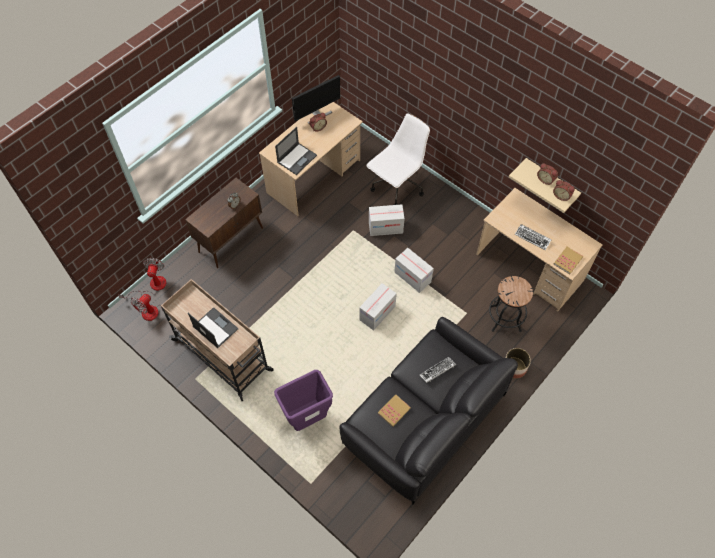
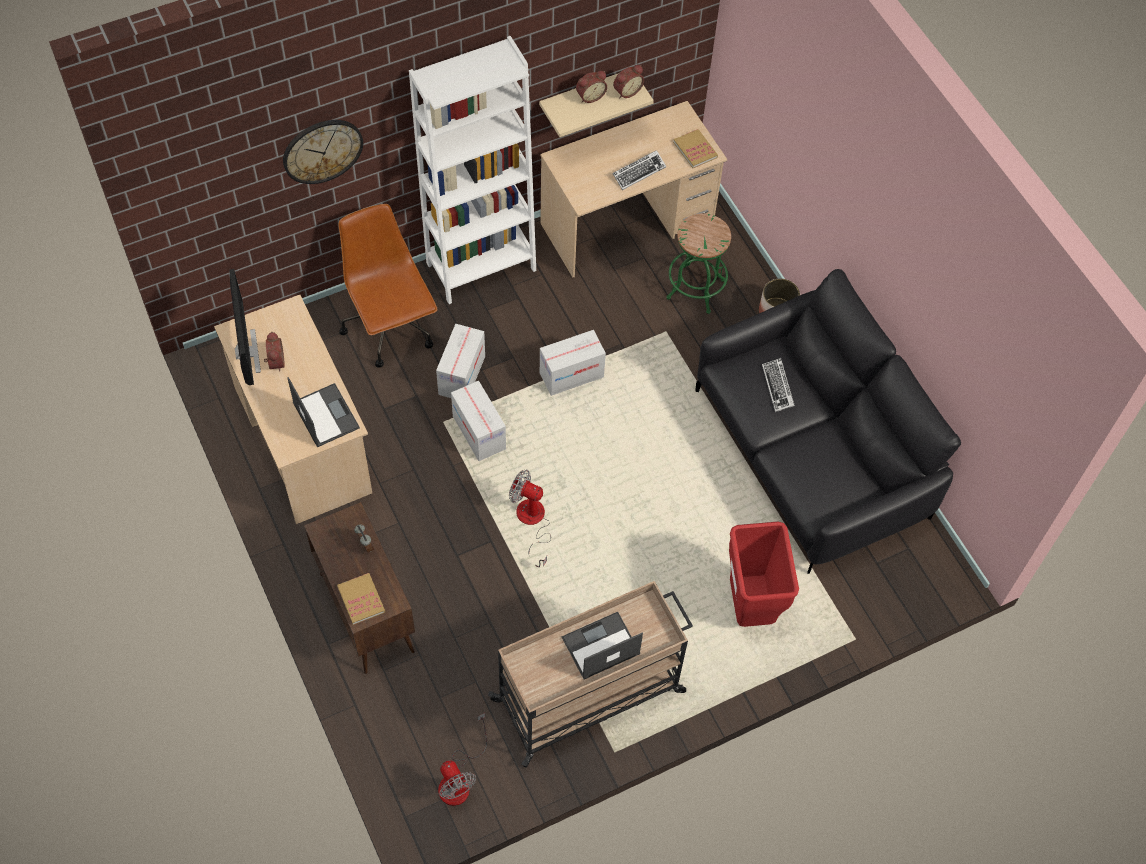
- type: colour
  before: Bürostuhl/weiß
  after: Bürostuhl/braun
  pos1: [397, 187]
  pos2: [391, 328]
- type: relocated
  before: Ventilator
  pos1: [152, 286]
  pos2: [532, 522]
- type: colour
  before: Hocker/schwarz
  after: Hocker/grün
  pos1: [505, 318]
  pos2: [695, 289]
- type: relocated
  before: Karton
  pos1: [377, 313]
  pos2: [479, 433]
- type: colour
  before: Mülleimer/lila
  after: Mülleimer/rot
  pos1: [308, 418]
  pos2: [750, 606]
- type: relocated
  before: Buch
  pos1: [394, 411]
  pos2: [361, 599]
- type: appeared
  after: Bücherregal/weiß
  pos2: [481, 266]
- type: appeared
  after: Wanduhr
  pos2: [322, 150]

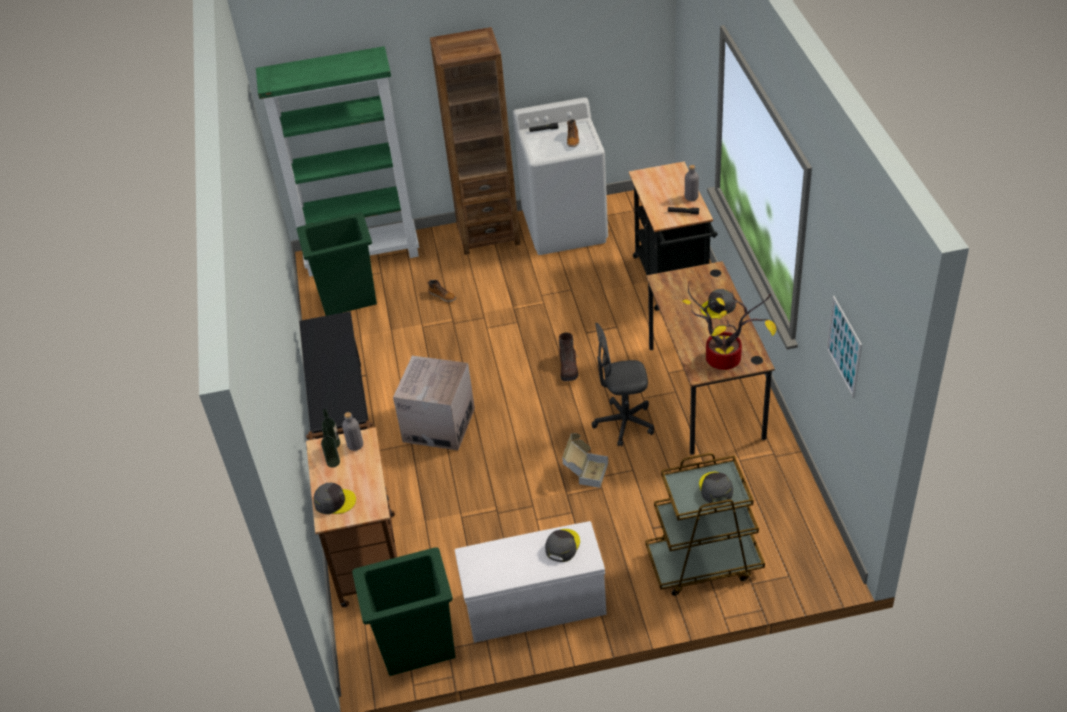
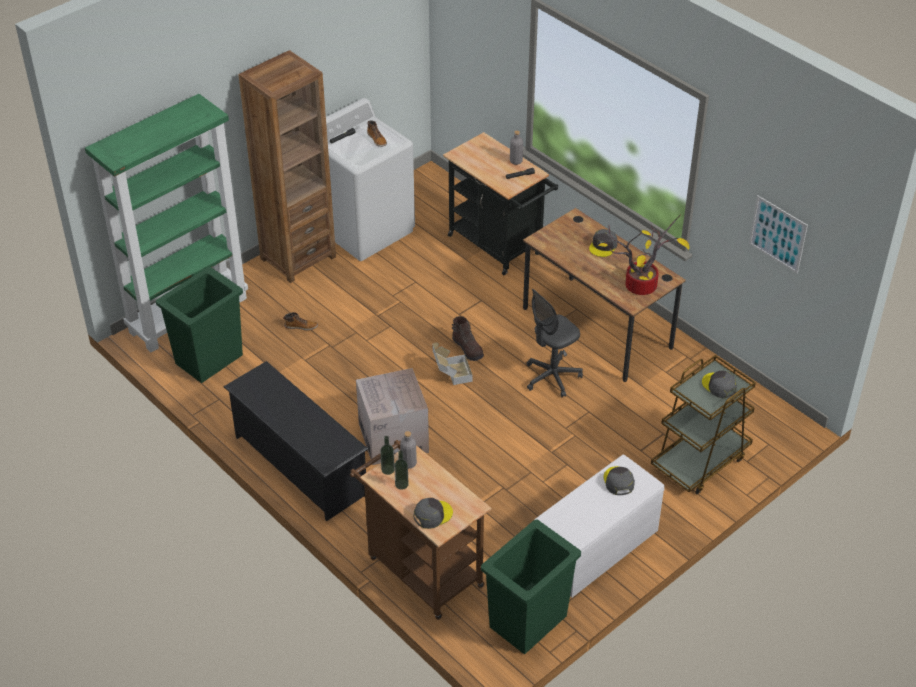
- type: relocated
  before: Karton
  pos1: [585, 472]
  pos2: [451, 374]

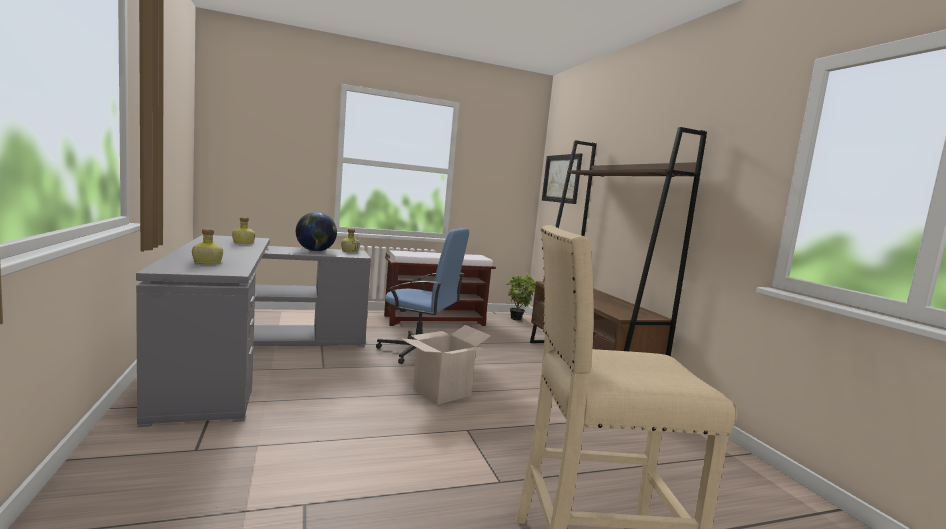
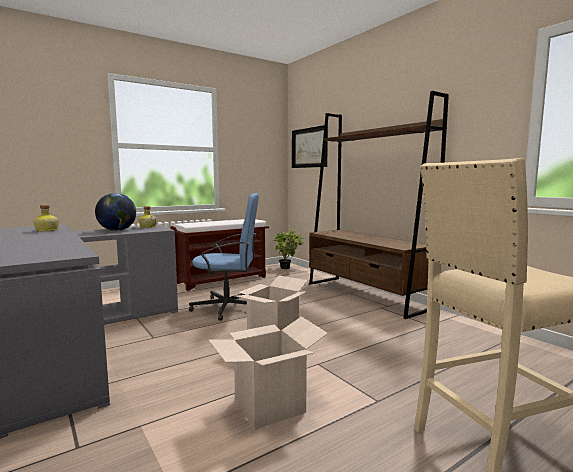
- type: missing
  before: Flasche
  pos1: [206, 262]
- type: appeared
  after: Karton
  pos2: [269, 406]

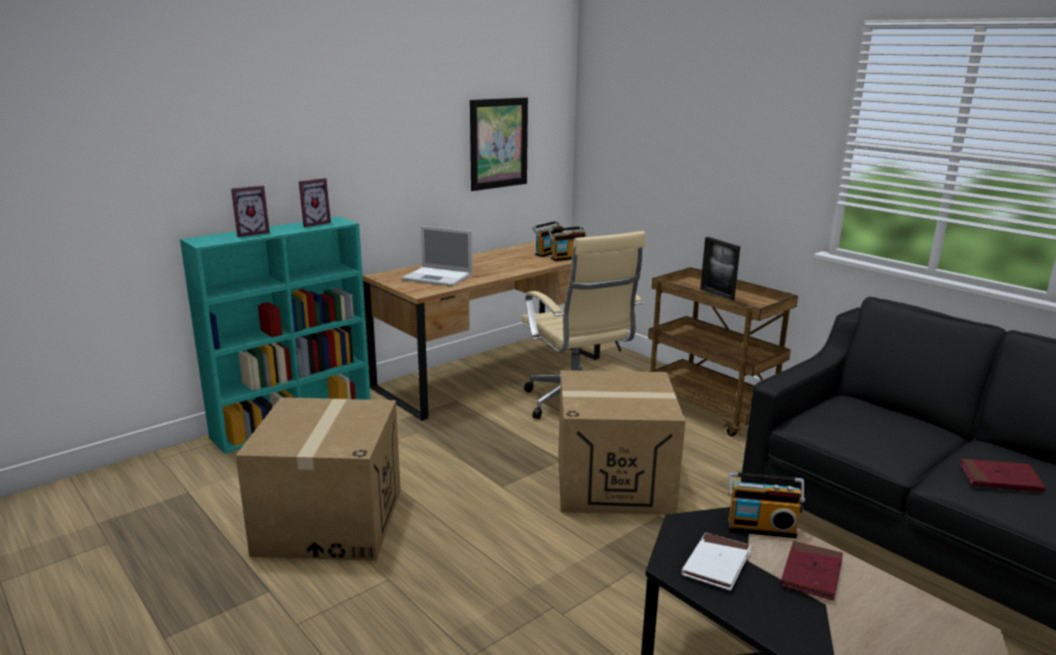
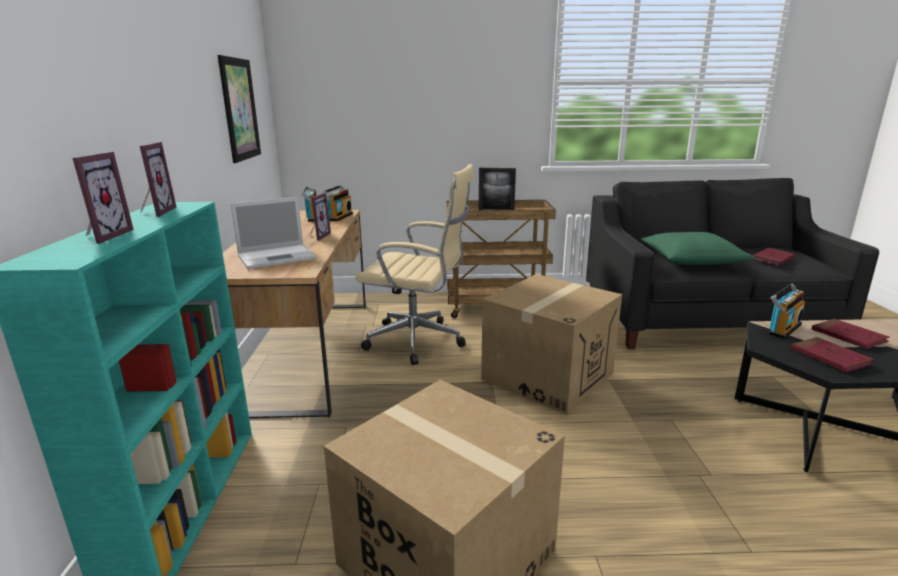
- type: colour
  before: Buch/weiß
  after: Buch/rot
  pos1: [716, 564]
  pos2: [829, 357]
- type: appeared
  after: Bilderrahmen
  pos2: [317, 236]
- type: appeared
  after: Kissen/grün
  pos2: [691, 260]

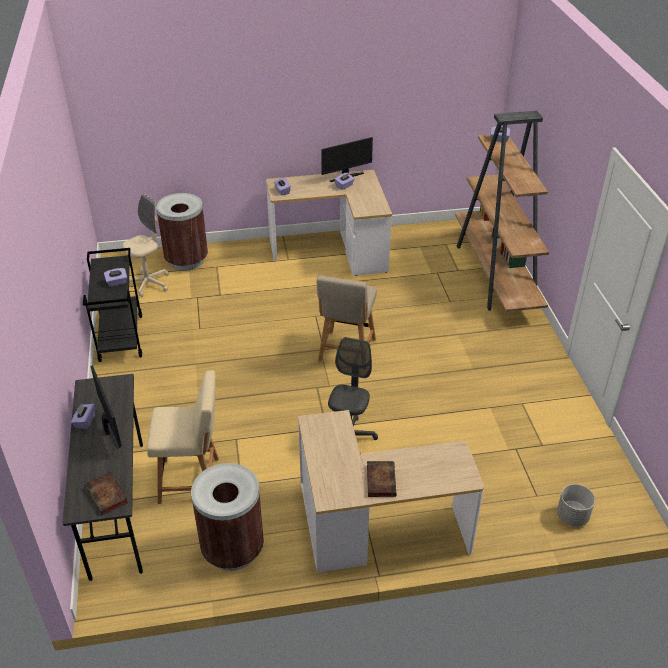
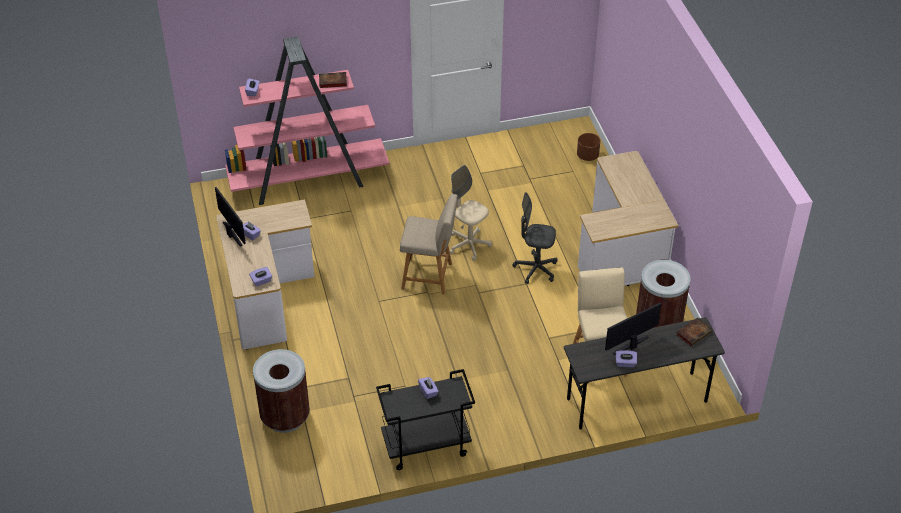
- type: colour
  before: Bücherregal/braun
  after: Bücherregal/rosa
  pos1: [496, 275]
  pos2: [309, 180]
- type: relocated
  before: Bürostuhl/beige
  pos1: [149, 284]
  pos2: [469, 245]
- type: relocated
  before: Buch
  pos1: [380, 480]
  pos2: [332, 82]
- type: colour
  before: Pflanzkübel/grau
  after: Pflanzkübel/braun
  pos1: [572, 516]
  pos2: [587, 156]

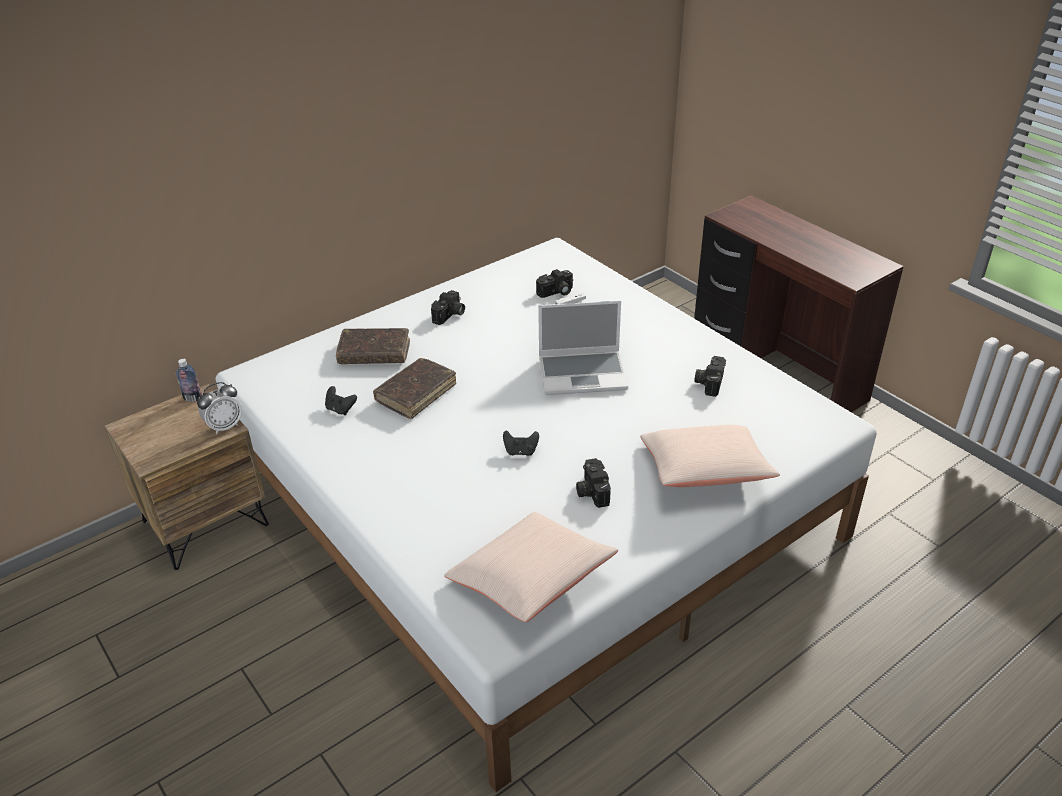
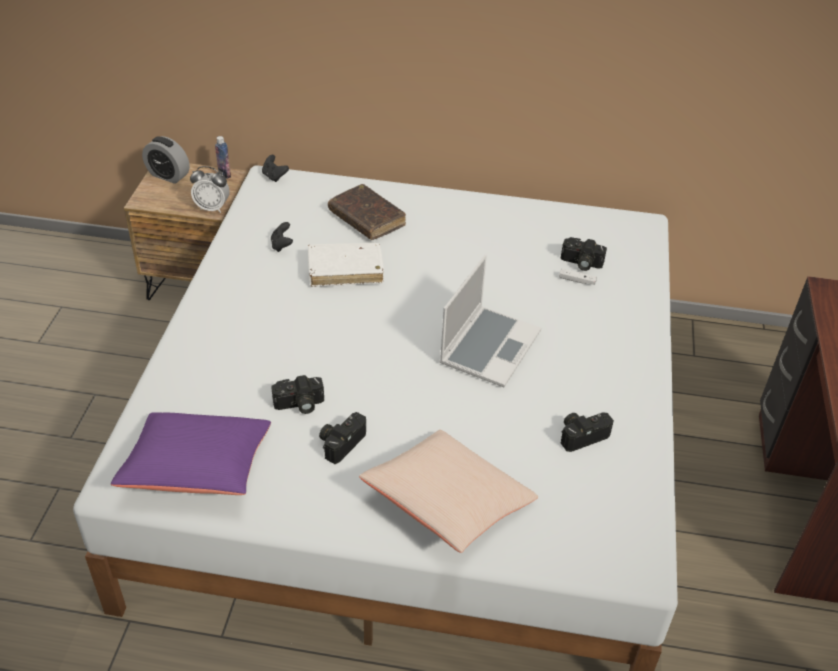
- type: relocated
  before: Kamera
  pos1: [450, 315]
  pos2: [299, 405]
- type: spun
  before: Laptop
  pos1: [583, 373]
  pos2: [489, 346]
  turn: -105
- type: colour
  before: Buch/braun
  after: Buch/weiß
  pos1: [416, 394]
  pos2: [345, 270]
- type: relocated
  before: Gamepad/schwarz
  pos1: [521, 451]
  pos2: [274, 176]
- type: colour
  before: Kissen/beige
  after: Kissen/lila
  pos1: [531, 580]
  pos2: [198, 468]
- type: appeared
  after: Wecker
  pos2: [168, 175]

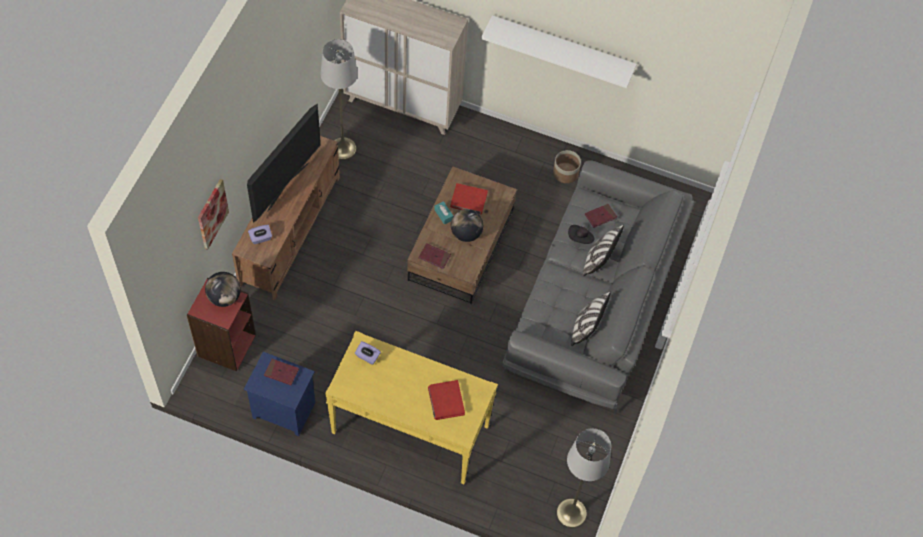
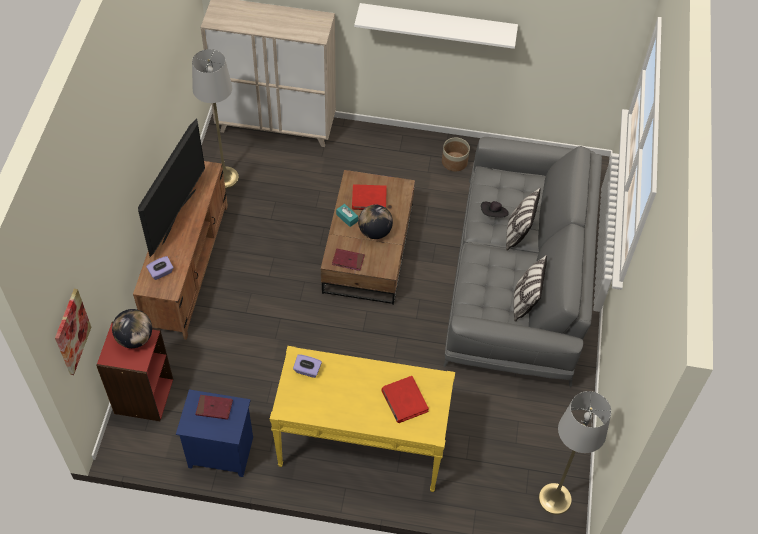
- type: relocated
  before: Bild
  pos1: [212, 214]
  pos2: [71, 332]
- type: missing
  before: Buch/rot
  pos1: [600, 216]

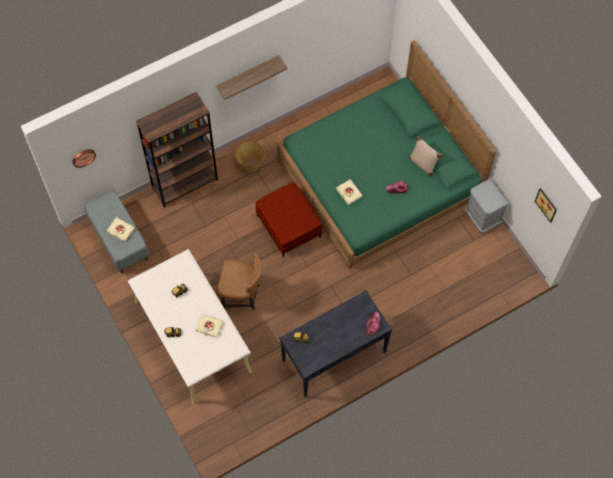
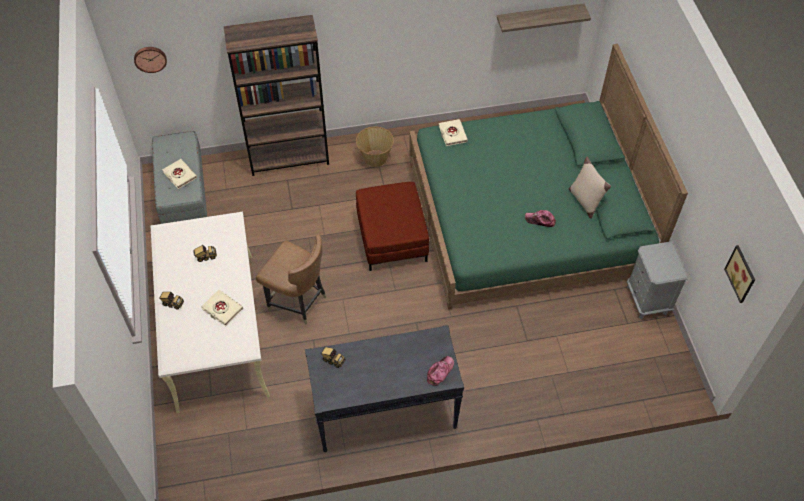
- type: relocated
  before: Wandregal
  pos1: [247, 75]
  pos2: [539, 17]
- type: relocated
  before: Buch/beige
  pos1: [349, 193]
  pos2: [452, 134]

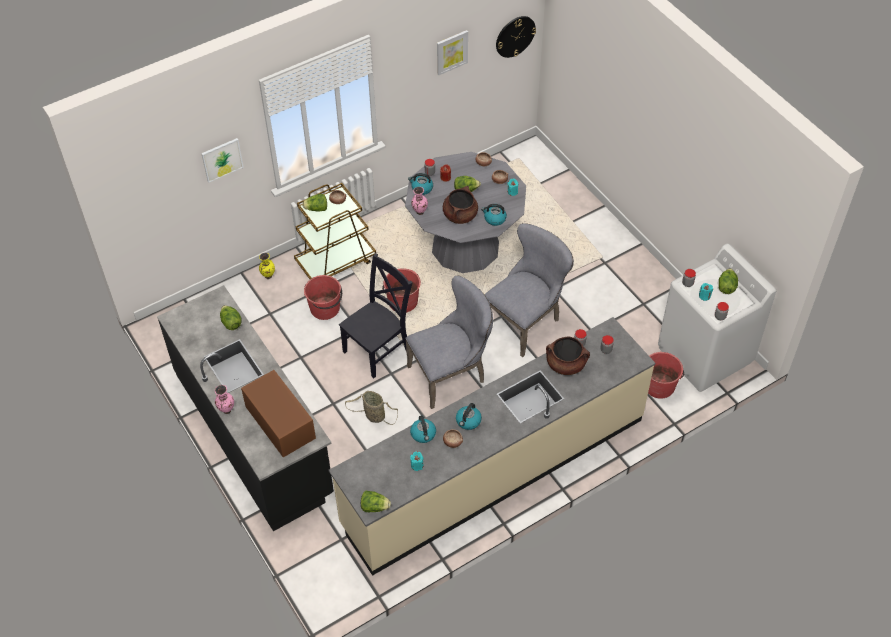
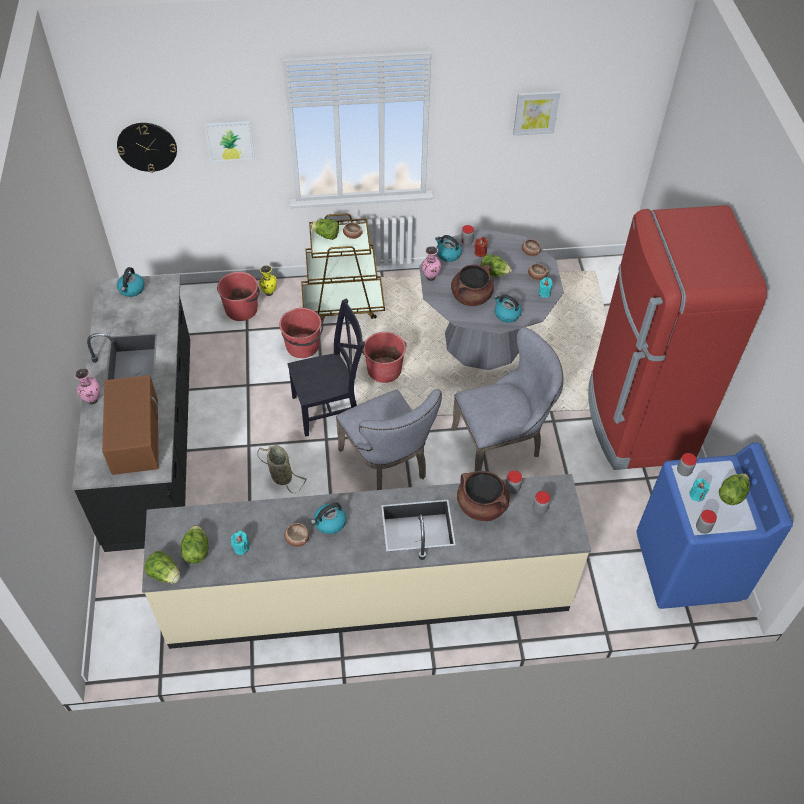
- type: relocated
  before: Wanduhr
  pos1: [515, 36]
  pos2: [147, 146]
- type: colour
  before: Waschmaschine/weiß
  after: Waschmaschine/blau
  pos1: [705, 355]
  pos2: [688, 567]
- type: spun
  before: Stuhl/grau
  pos1: [451, 374]
  pos2: [387, 466]
  turn: 60
- type: relocated
  before: Salatkopf
  pos1: [231, 323]
  pos2: [196, 551]
- type: relocated
  before: Eimer/rot
  pos1: [659, 385]
  pos2: [242, 309]
- type: relocated
  before: Wasserkessel
  pos1: [423, 434]
  pos2: [132, 289]
- type: appeared
  after: Kühlschrank/rot
  pos2: [637, 423]

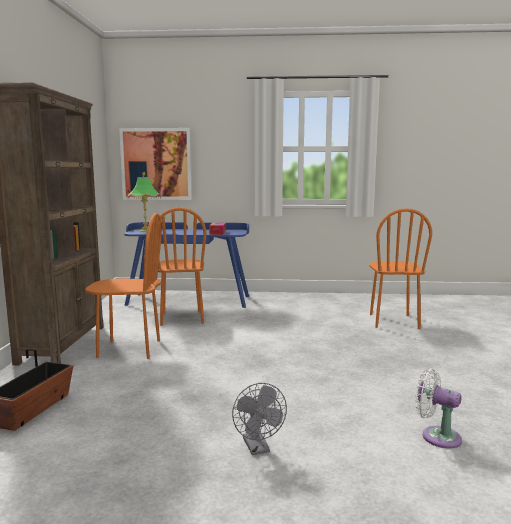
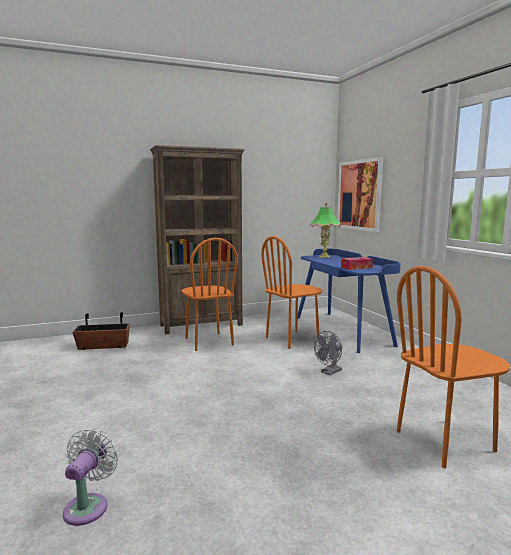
- type: relocated
  before: Ventilator/grau
  pos1: [258, 448]
  pos2: [329, 372]

